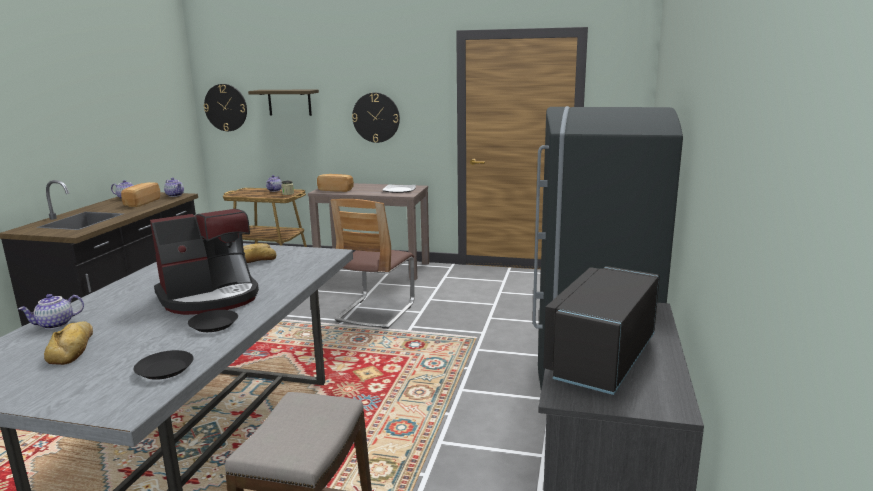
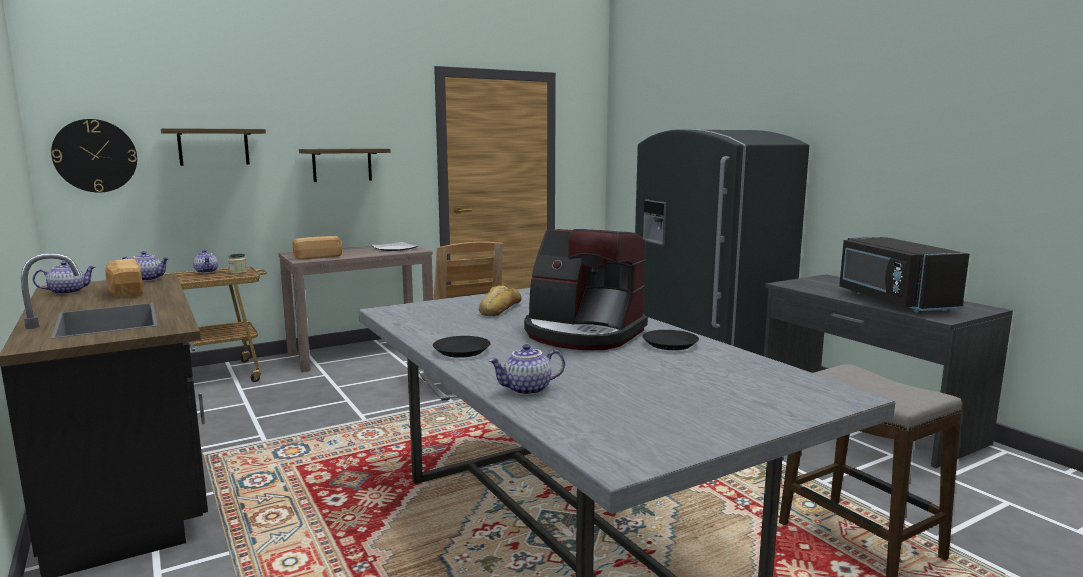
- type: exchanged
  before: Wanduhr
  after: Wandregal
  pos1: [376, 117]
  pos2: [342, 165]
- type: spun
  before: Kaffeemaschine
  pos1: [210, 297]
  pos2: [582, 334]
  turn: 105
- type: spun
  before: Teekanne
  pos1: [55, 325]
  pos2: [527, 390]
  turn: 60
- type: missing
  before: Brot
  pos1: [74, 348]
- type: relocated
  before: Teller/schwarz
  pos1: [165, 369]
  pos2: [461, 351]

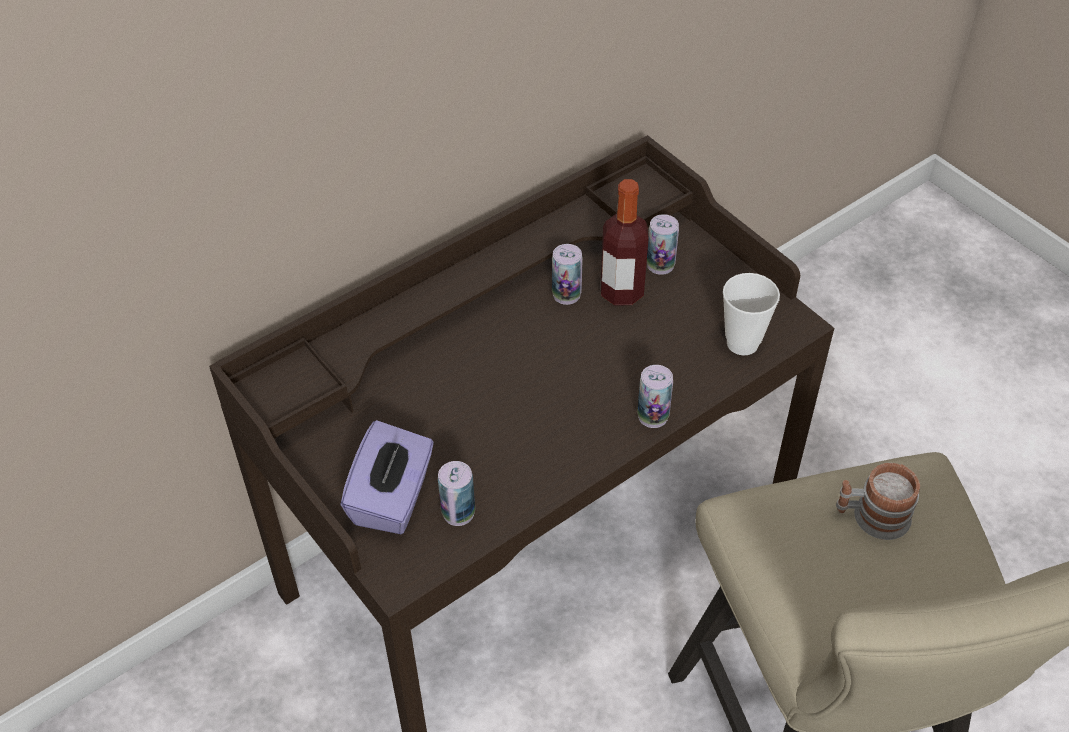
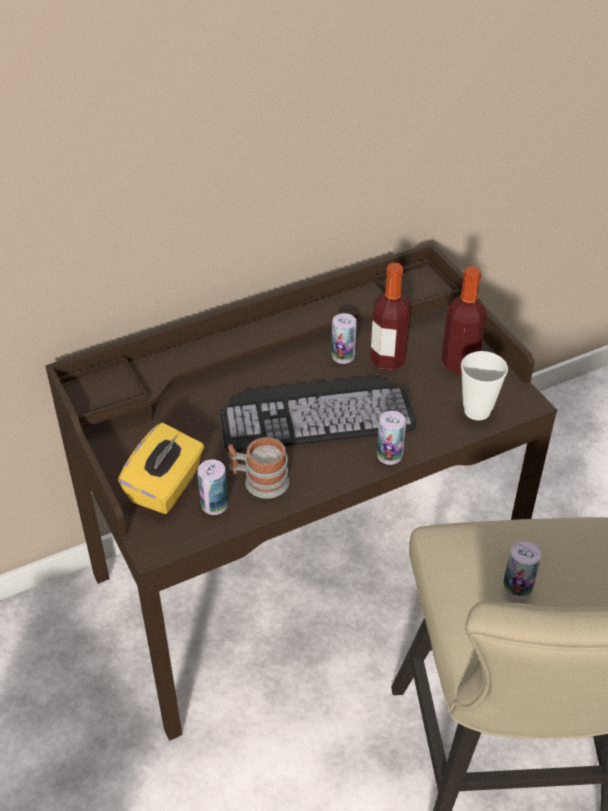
- type: relocated
  before: Dose
  pos1: [660, 265]
  pos2: [517, 588]
- type: colour
  before: Taschentuchbox/lila
  after: Taschentuchbox/gelb
  pos1: [393, 498]
  pos2: [166, 487]
- type: relocated
  before: Henkelbecher
  pos1: [871, 517]
  pos2: [259, 481]
- type: appeared
  after: Flasche
  pos2: [459, 363]
- type: appeared
  after: Tastatur
  pos2: [317, 411]

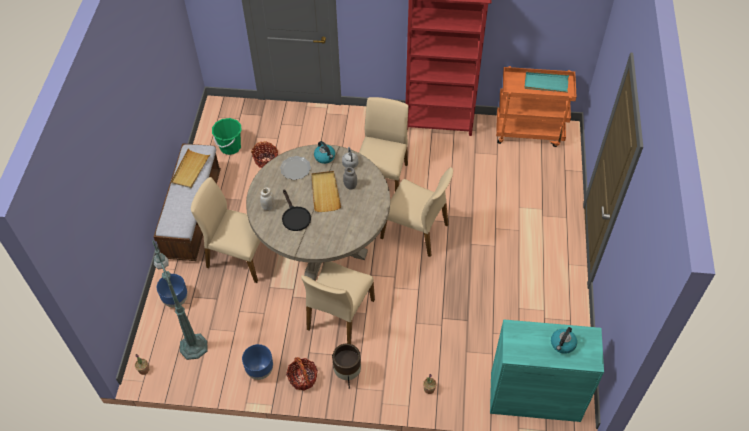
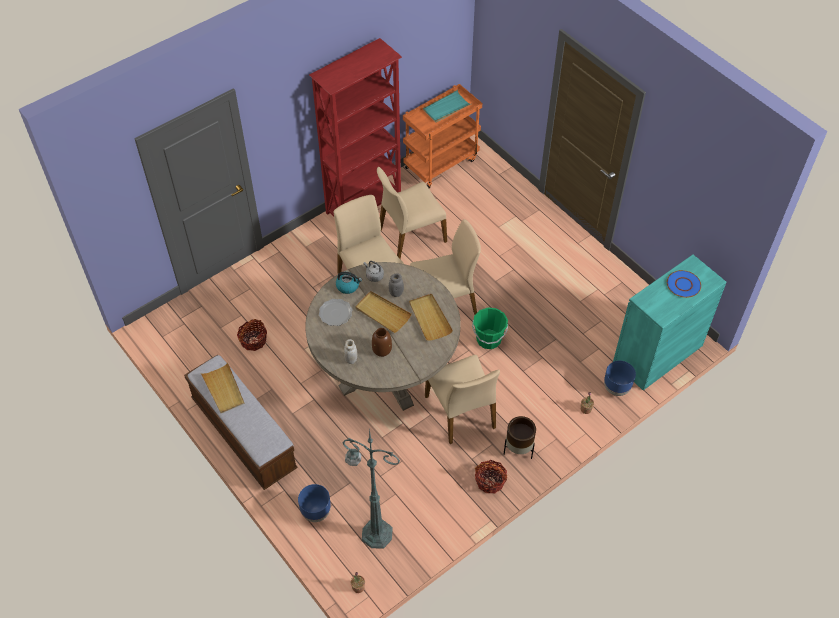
- type: relocated
  before: Eimer/grün
  pos1: [230, 147]
  pos2: [488, 339]
- type: relocated
  before: Stuhl/beige
  pos1: [239, 256]
  pos2: [411, 235]
- type: exchanged
  before: Pfanne/schwarz
  after: Vase/braun
  pos1: [295, 216]
  pos2: [382, 350]
- type: exchanged
  before: Wasserkessel
  after: Teller/blau
  pos1: [562, 344]
  pos2: [683, 284]
- type: relocated
  before: Pflanzkübel/blau
  pos1: [260, 371]
  pos2: [616, 388]
- type: appeared
  after: Tablett/beige
  pos2: [429, 318]

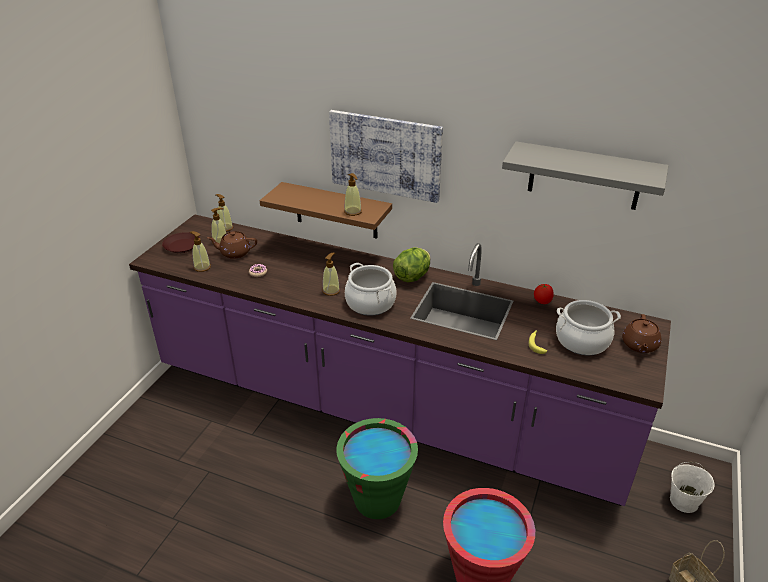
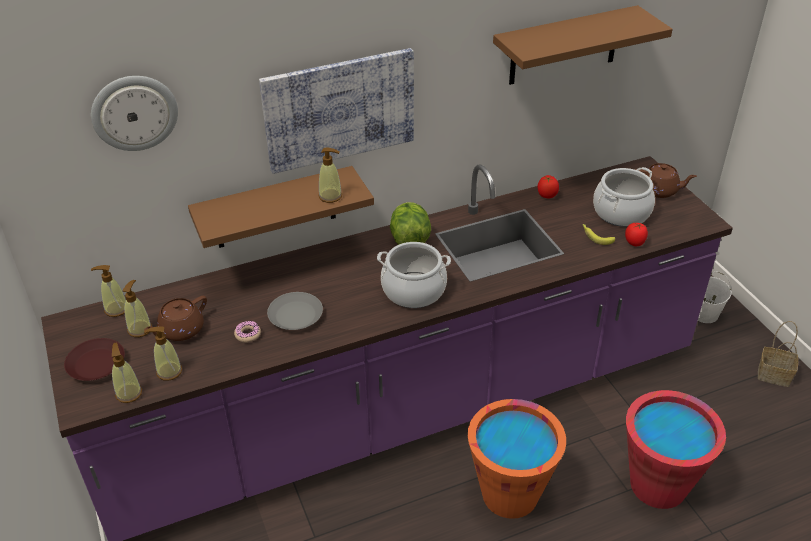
- type: colour
  before: Wandregal/grau
  after: Wandregal/braun
  pos1: [584, 176]
  pos2: [564, 46]
- type: relocated
  before: Seifenspender
  pos1: [331, 290]
  pos2: [129, 393]
- type: spun
  before: Teekanne/braun
  pos1: [639, 345]
  pos2: [660, 190]
  turn: -45
- type: colour
  before: Eimer/grün
  after: Eimer/orange
  pos1: [377, 499]
  pos2: [510, 494]
- type: appeared
  after: Wanduhr
  pos2: [134, 112]
- type: appeared
  after: Tomate
  pos2: [634, 243]
- type: appeared
  after: Teller/grau
  pos2: [295, 315]

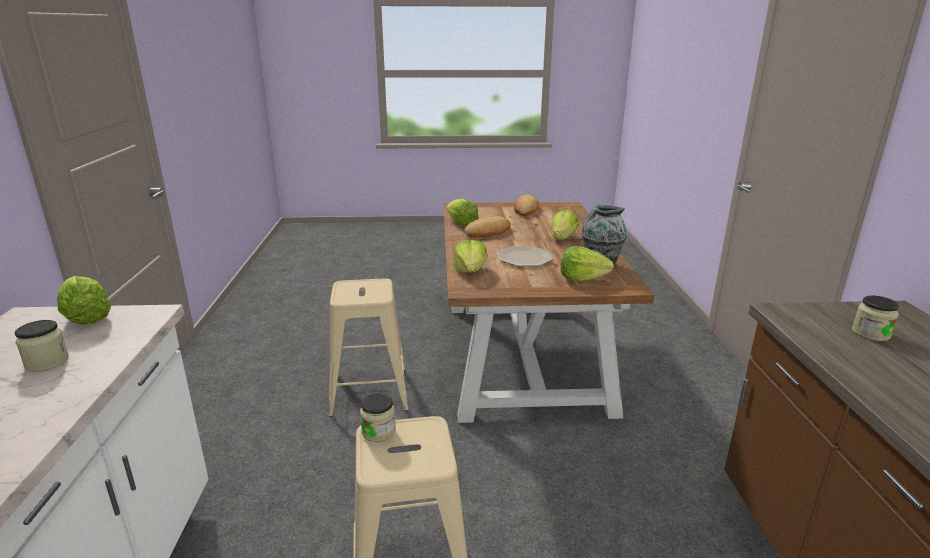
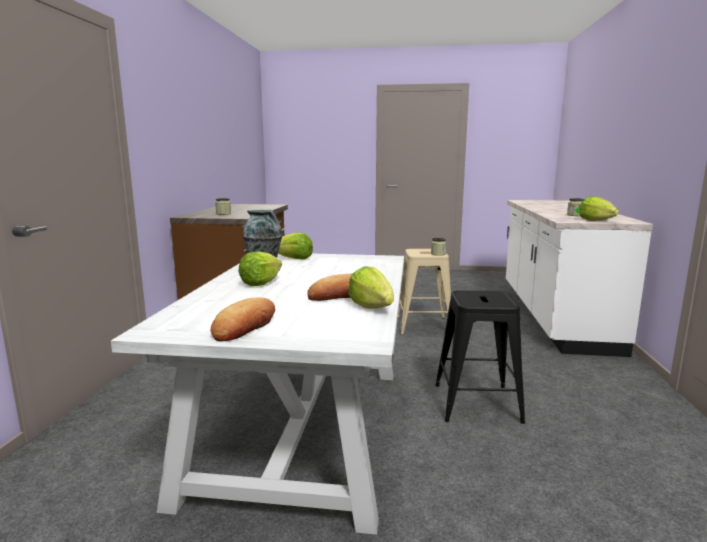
- type: colour
  before: Esstisch/braun
  after: Esstisch/weiß
  pos1: [523, 355]
  pos2: [303, 426]
- type: missing
  before: Salatkopf
  pos1: [470, 271]
- type: missing
  before: Teller
  pos1: [524, 258]
- type: colour
  before: Hocker/beige
  after: Hocker/schwarz
  pos1: [370, 391]
  pos2: [476, 403]

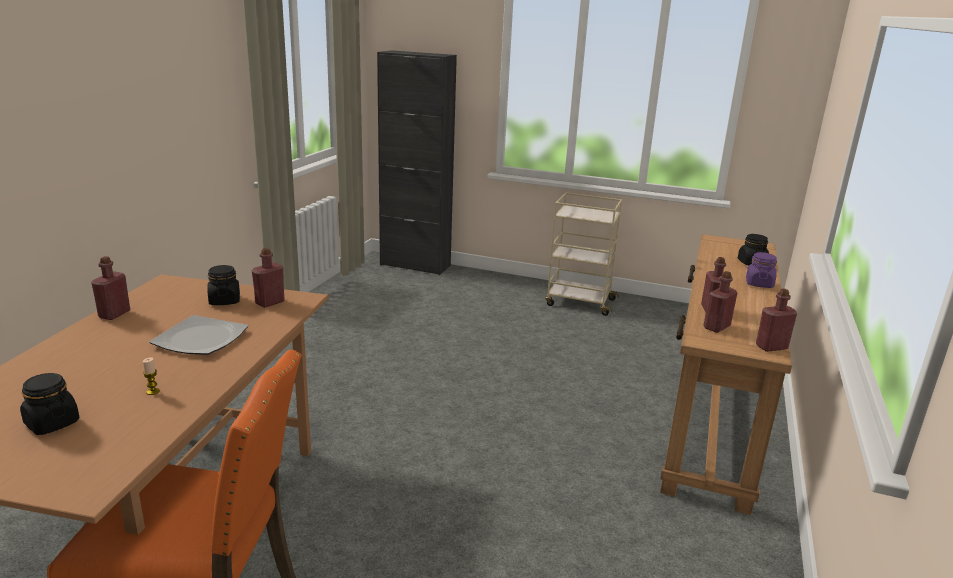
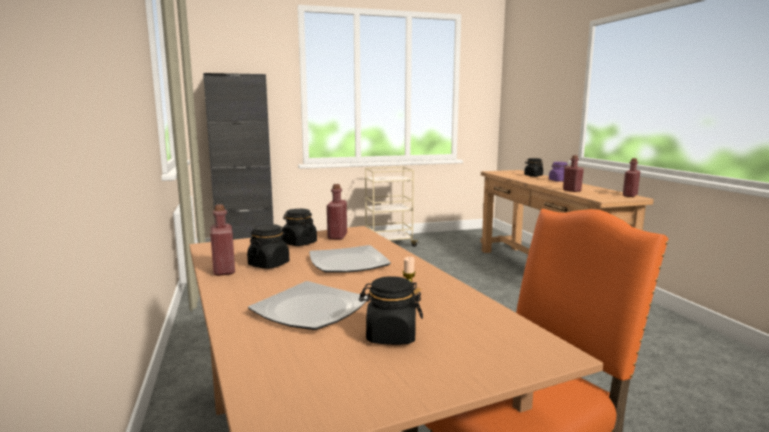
- type: missing
  before: Flasche/rot
  pos1: [716, 327]
- type: appeared
  after: Vorratsglas/schwarz
  pos2: [269, 264]
- type: appeared
  after: Teller
  pos2: [309, 310]

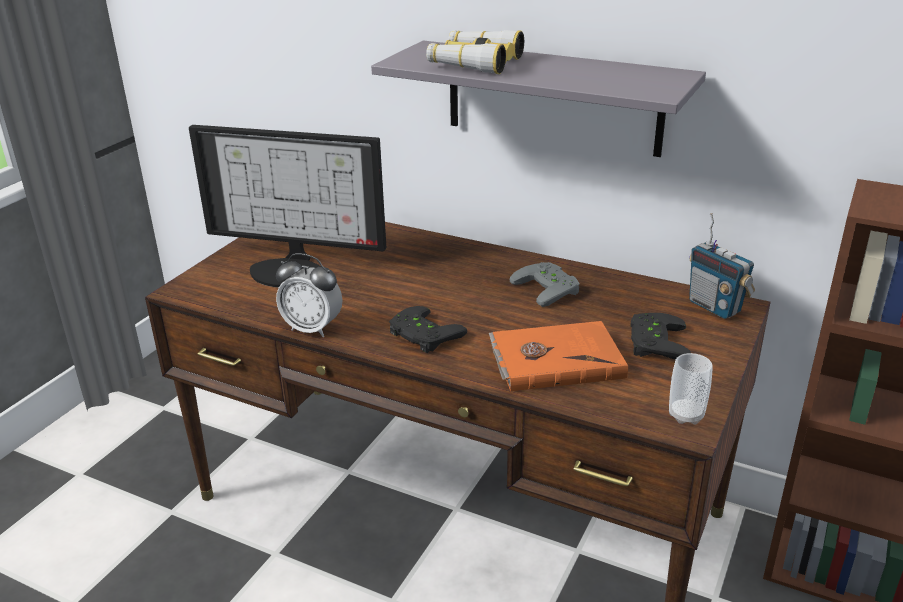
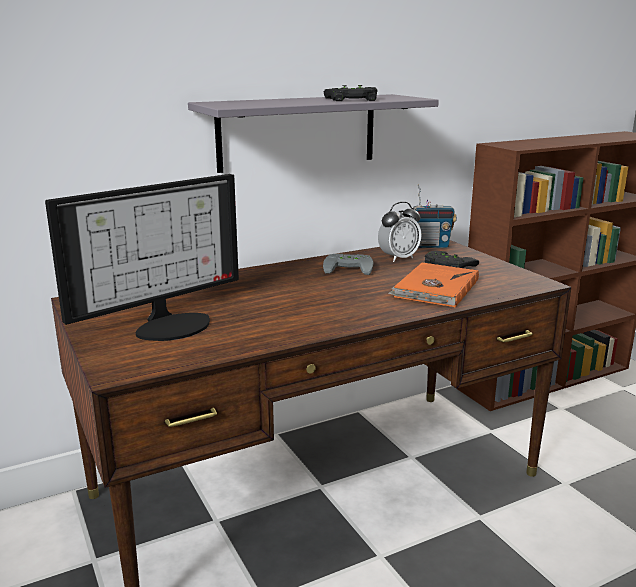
- type: missing
  before: Fernglas
  pos1: [475, 63]
- type: relocated
  before: Wecker
  pos1: [312, 328]
  pos2: [398, 258]
- type: relocated
  before: Gamepad/schwarz
  pos1: [422, 335]
  pos2: [351, 99]
- type: missing
  before: Tasse
  pos1: [686, 415]

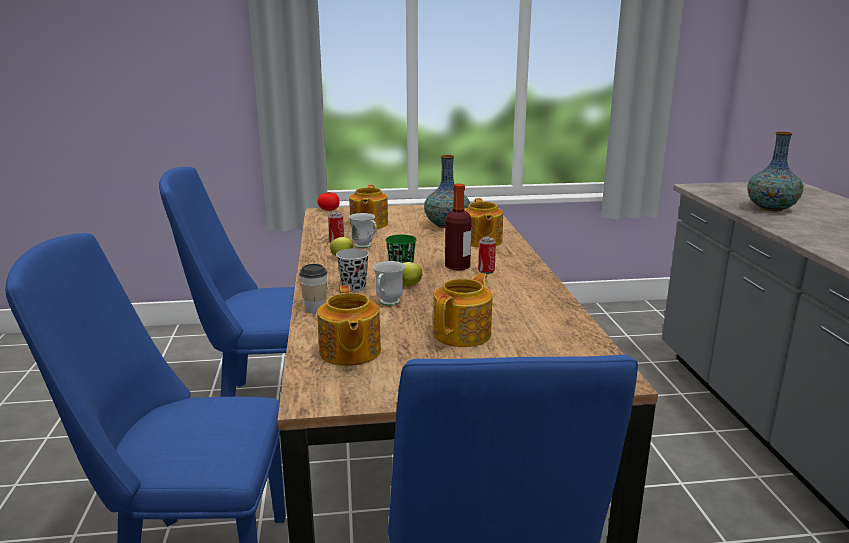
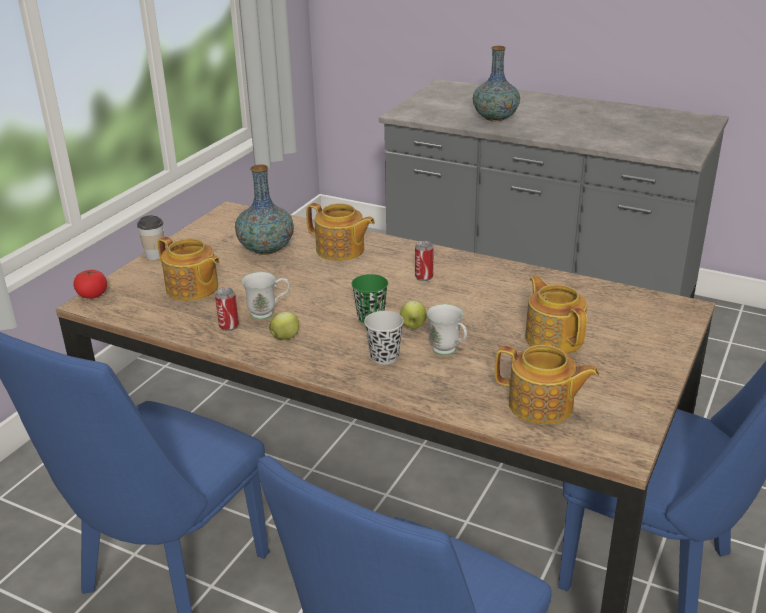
- type: missing
  before: Flasche
  pos1: [457, 266]
- type: relocated
  before: Tasse
  pos1: [315, 309]
  pos2: [155, 255]

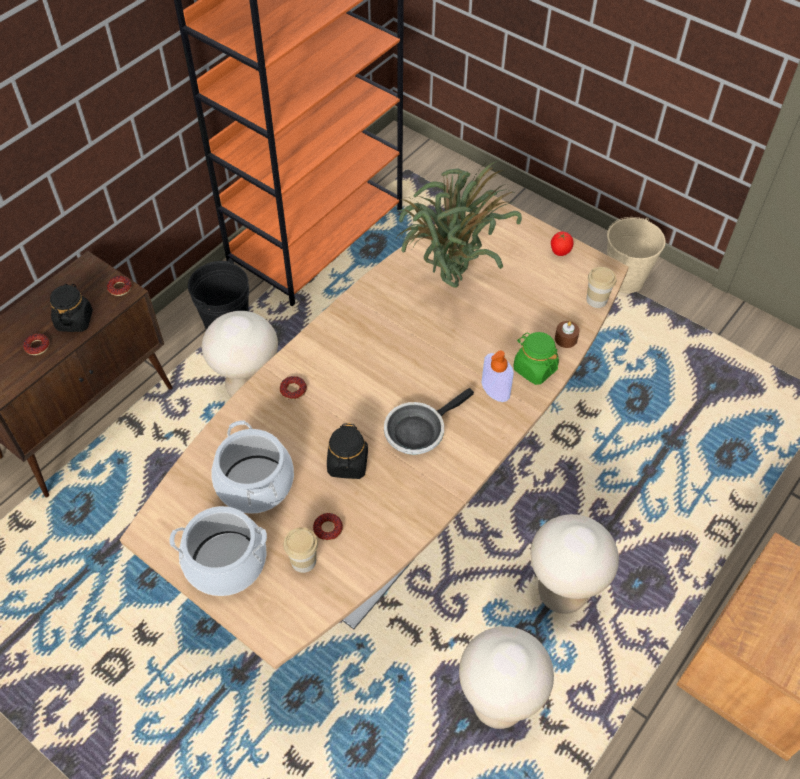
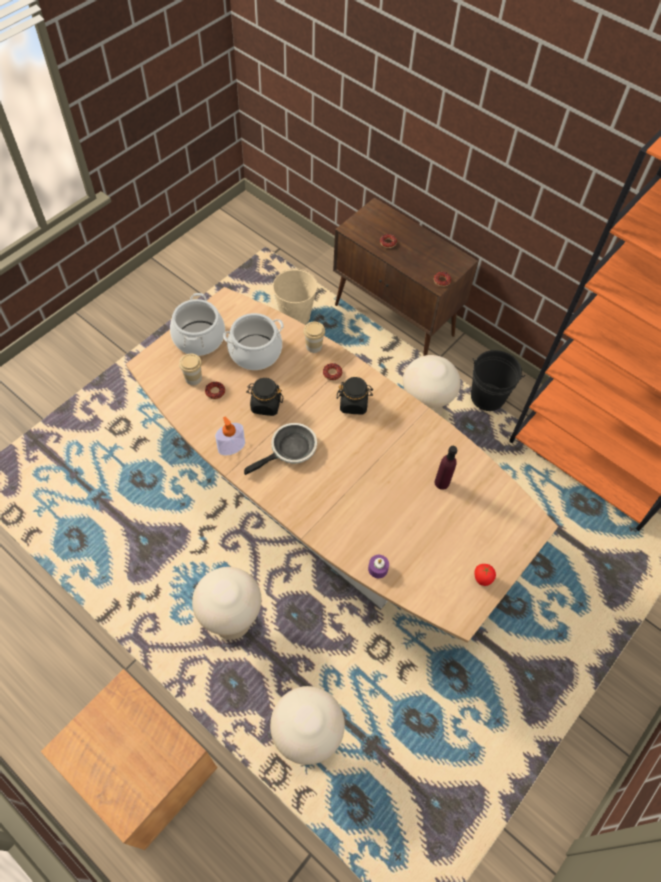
- type: exchanged
  before: Topfpflanze
  after: Flasche/lila
  pos1: [448, 282]
  pos2: [442, 482]
- type: relocated
  before: Eimer/beige
  pos1: [625, 279]
  pos2: [295, 317]
- type: relocated
  before: Tasse
  pos1: [596, 300]
  pos2: [314, 346]
- type: relocated
  before: Vorratsglas/schwarz
  pos1: [74, 320]
  pos2: [353, 404]
- type: colour
  before: Kerze/braun
  after: Kerze/lila
  pos1: [566, 339]
  pos2: [378, 568]
- type: missing
  before: Vorratsglas/grün
  pos1: [534, 369]
- type: relocated
  before: Seifenspender
  pos1: [495, 388]
  pos2: [231, 446]
- type: spun
  before: Pfanne
  pos1: [418, 430]
  pos2: [290, 450]
  turn: 90
- type: relocated
  before: Hocker/beige
  pos1: [498, 704]
  pos2: [307, 738]

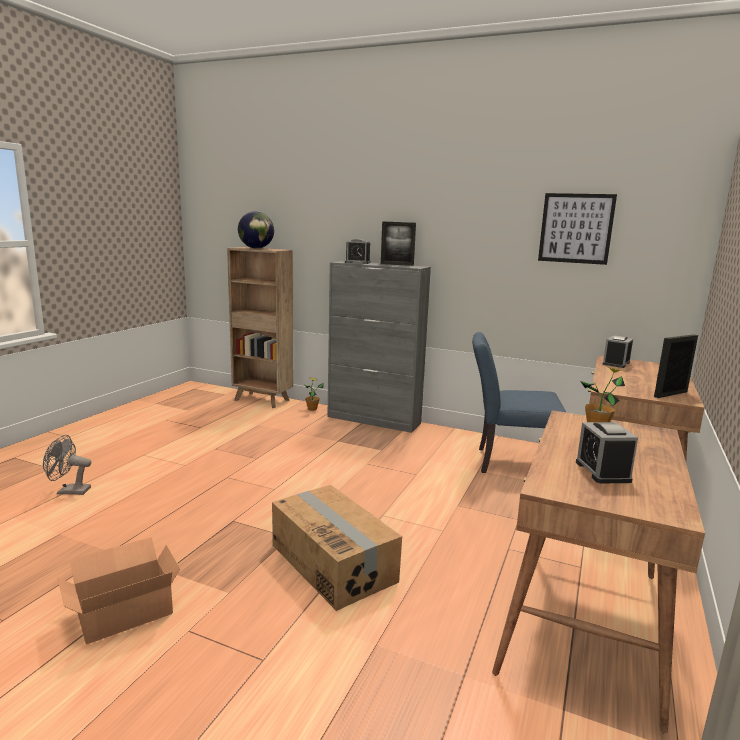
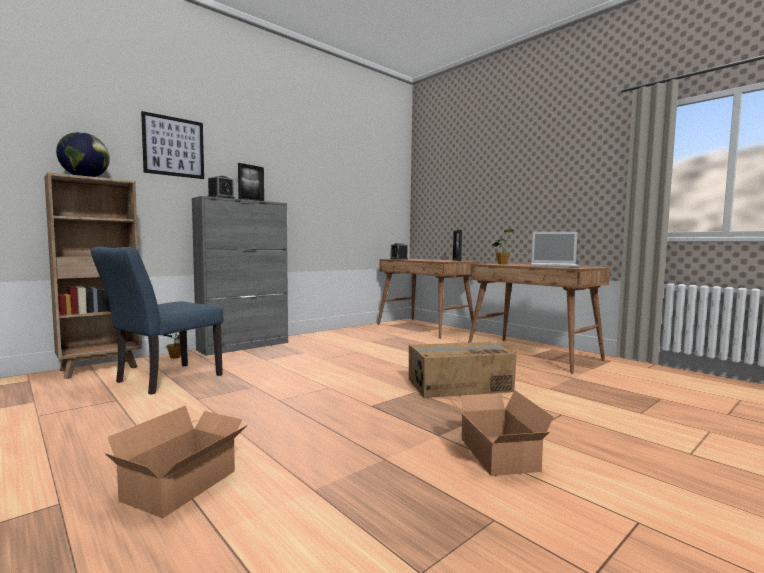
- type: relocated
  before: Bild
  pos1: [576, 228]
  pos2: [174, 147]
- type: relocated
  before: Stuhl/blau
  pos1: [508, 462]
  pos2: [162, 380]
- type: exchanged
  before: Wecker
  after: Laptop
  pos1: [602, 471]
  pos2: [554, 266]
- type: exchanged
  before: Ventilator/grau
  after: Karton
  pos1: [69, 491]
  pos2: [185, 485]

